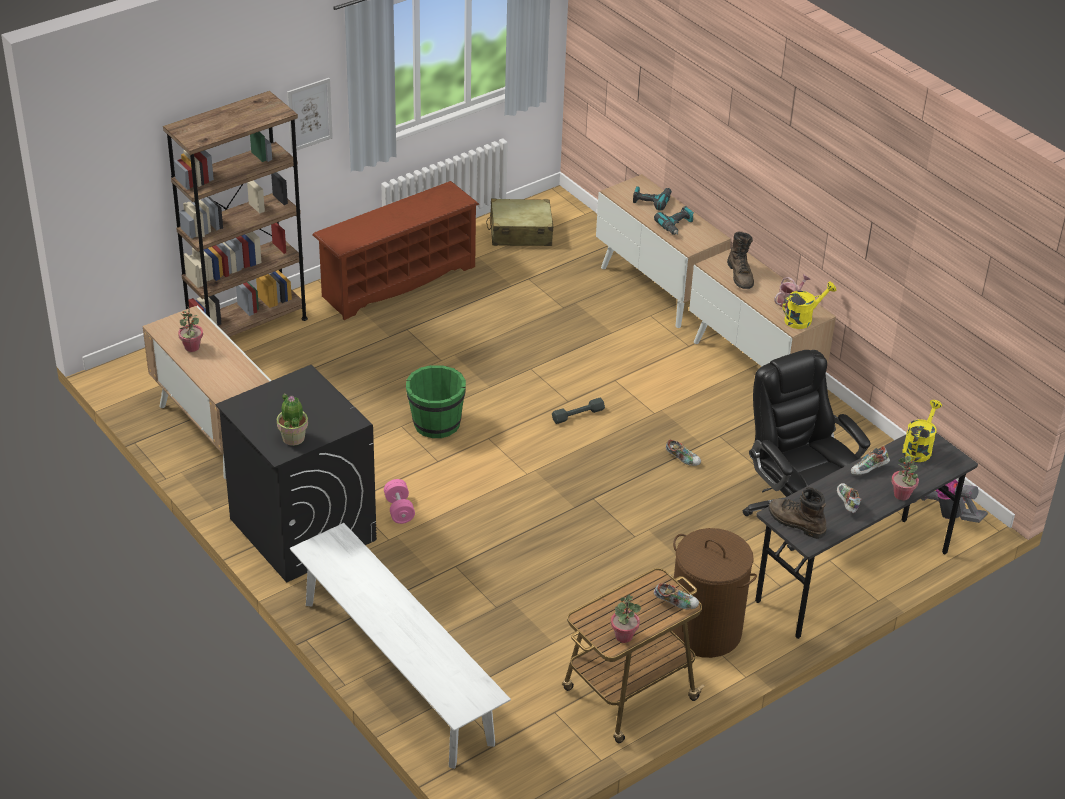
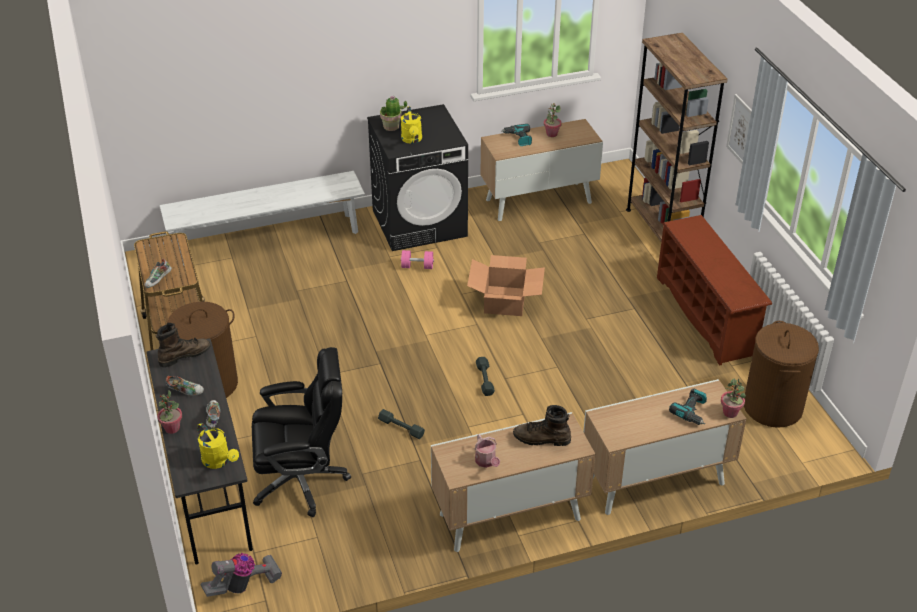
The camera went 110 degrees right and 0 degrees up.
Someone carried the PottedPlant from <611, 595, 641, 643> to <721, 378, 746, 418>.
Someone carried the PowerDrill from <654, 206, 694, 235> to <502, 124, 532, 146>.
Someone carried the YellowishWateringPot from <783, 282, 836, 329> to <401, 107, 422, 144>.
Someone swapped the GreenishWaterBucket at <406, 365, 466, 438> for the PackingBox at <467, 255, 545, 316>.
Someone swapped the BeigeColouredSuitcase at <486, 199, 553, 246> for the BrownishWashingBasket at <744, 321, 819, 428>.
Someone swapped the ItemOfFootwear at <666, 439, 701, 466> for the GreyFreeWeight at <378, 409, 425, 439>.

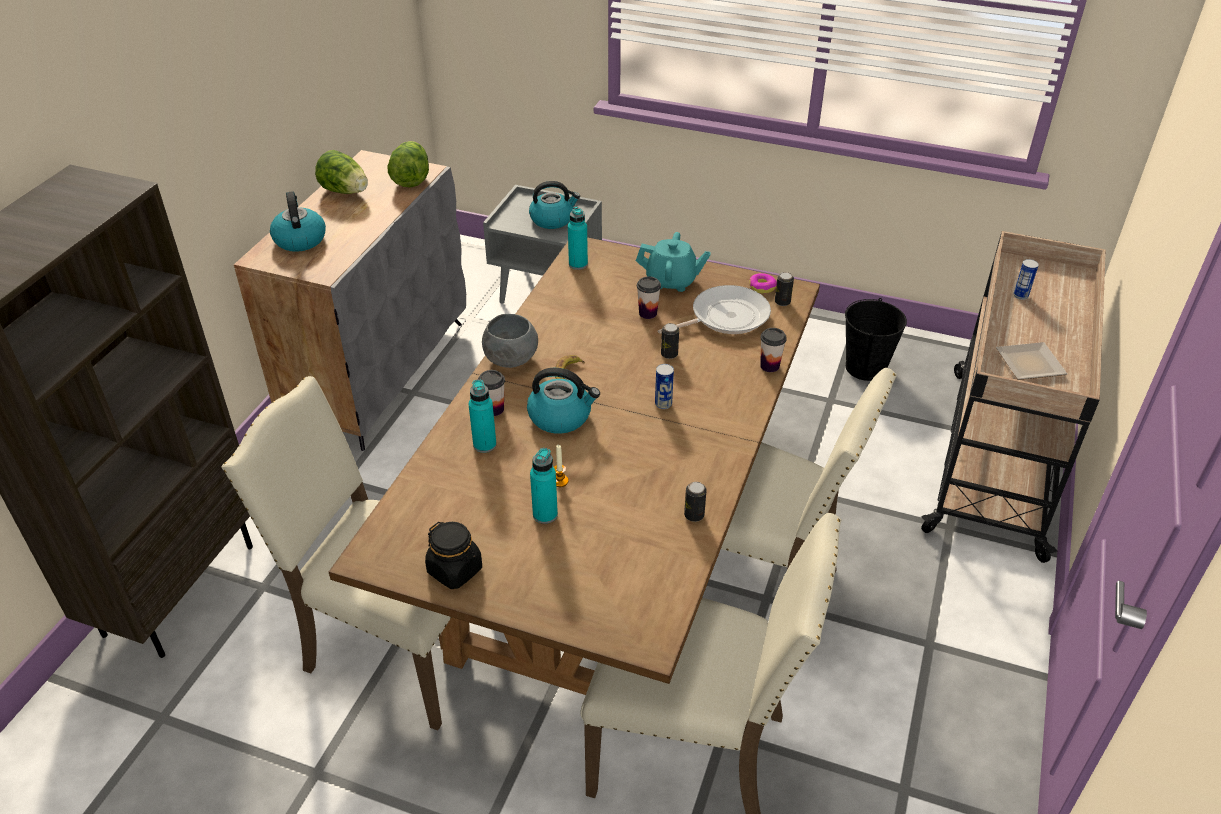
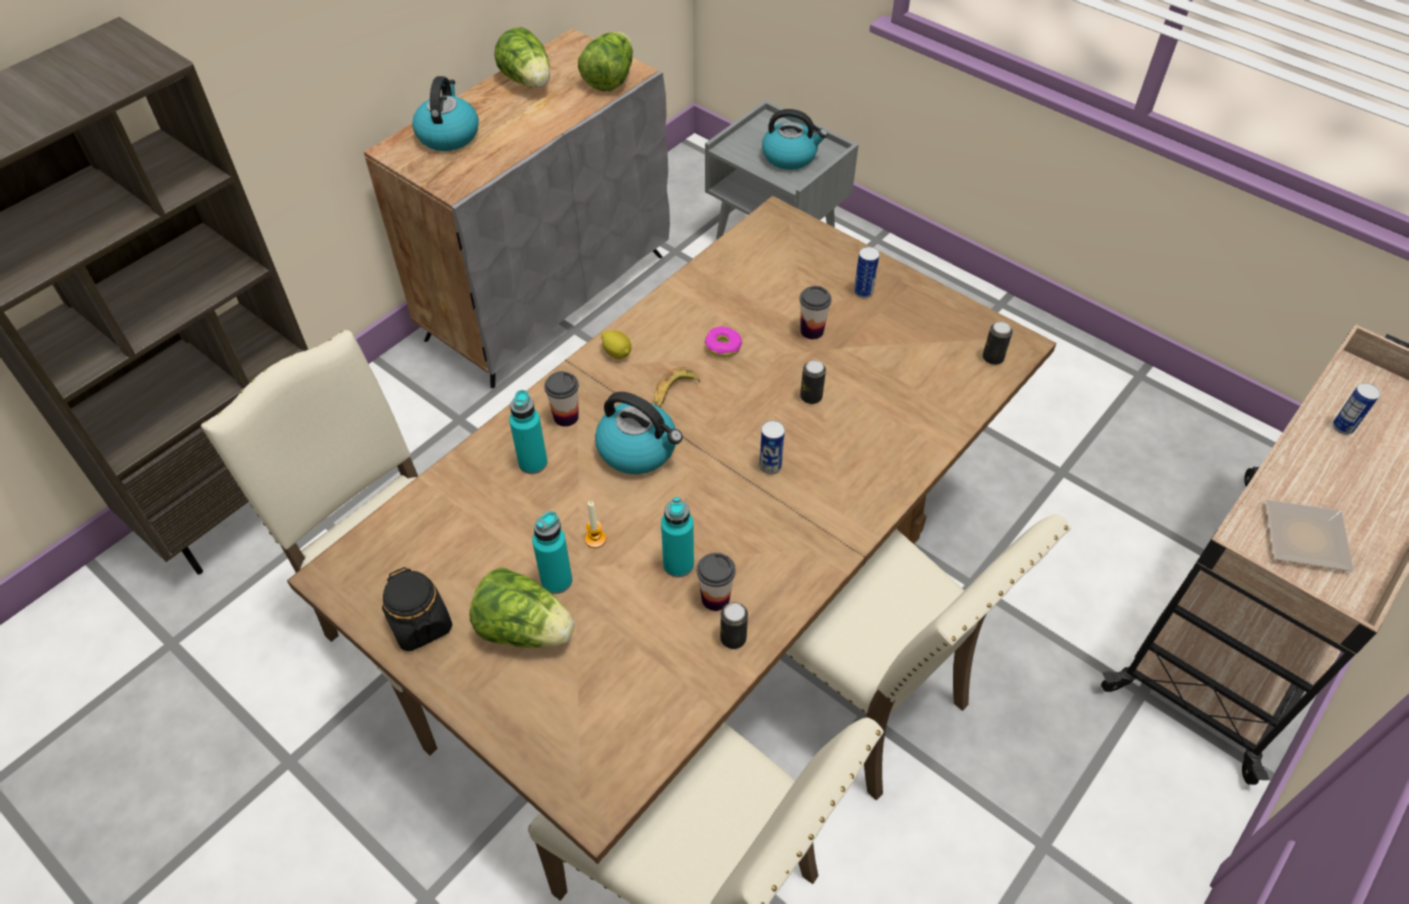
The camera went 20 degrees right and 10 degrees up.
Someone took away the FryingPan at <658, 285, 771, 334>.
Someone took away the BlackWaterBucket at <845, 298, 907, 381>.
Someone put down the LettuceHead at <469, 567, 574, 648>.
Someone carried the BlueGreenBeverageBottle from <568, 207, 588, 270> to <661, 497, 694, 578>.
Someone carried the Doughnut from <749, 273, 777, 294> to <705, 326, 742, 358>.
Someone carried the Cup from <760, 328, 787, 372> to <697, 553, 736, 611>.
Someone swapped the GreyDeepDish at <482, 314, 538, 368> for the CitrusFruit at <601, 330, 632, 359>.
Someone swapped the BlueGreenPotForTea at <636, 232, 711, 292> for the MetalCan at <854, 247, 879, 298>.

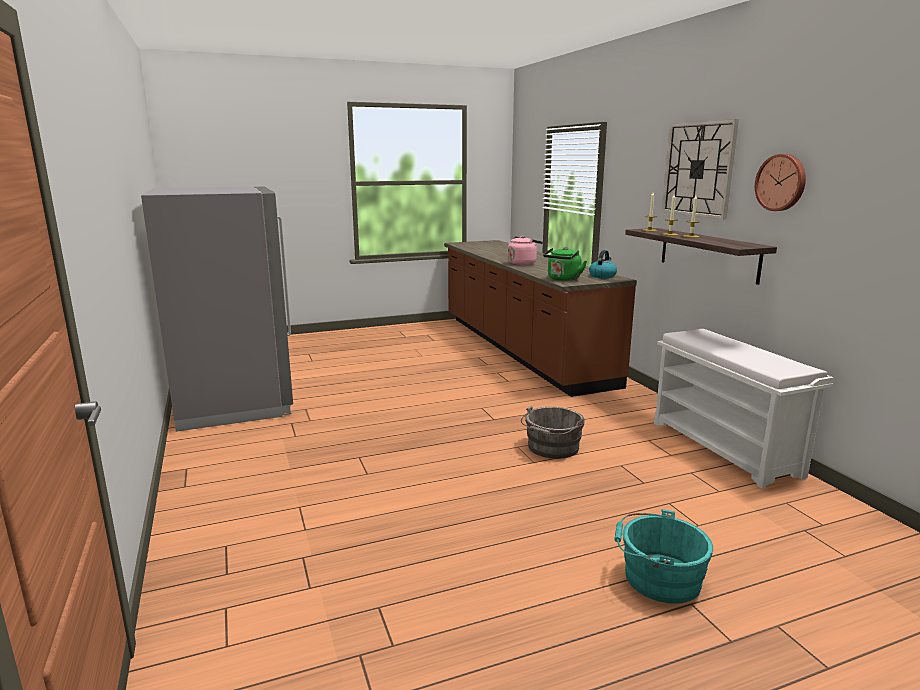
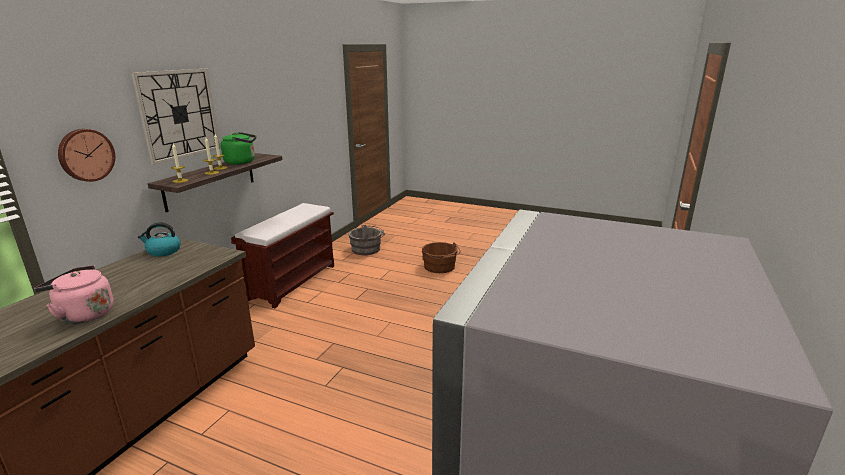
The camera went 135 degrees left and 5 degrees up.
Someone carried the GreyWaterBucket from <521, 406, 585, 459> to <348, 225, 385, 255>.
Someone carried the GreenishKettle from <543, 247, 587, 281> to <221, 132, 257, 165>.
Someone carried the WallClock from <755, 154, 806, 211> to <58, 129, 115, 182>.
Someone repainted the BlueGreenWaterBucket at <614, 509, 713, 604>, which became the BrownishWaterBucket at <422, 242, 461, 273>.
Someone repainted the WhiteColouredIndoorBench at <654, 329, 834, 489>, which became the BrownishIndoorBench at <231, 203, 334, 308>.

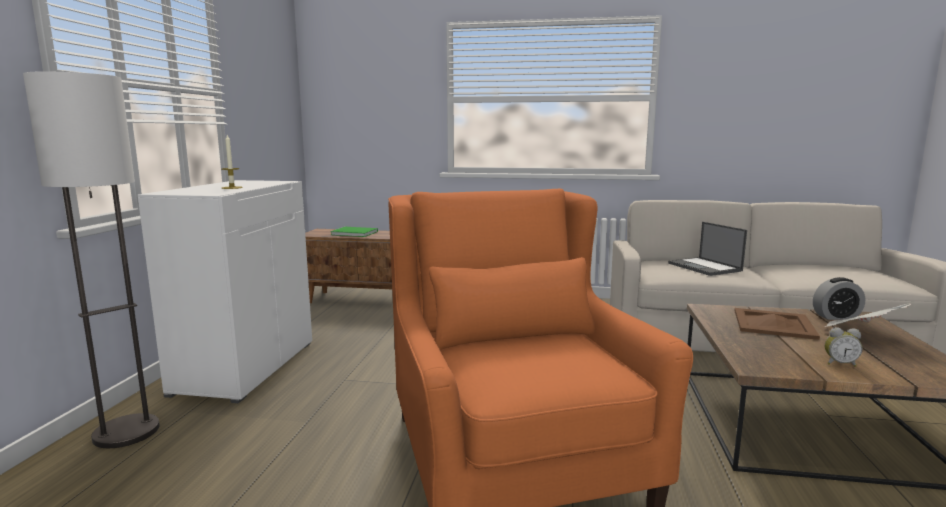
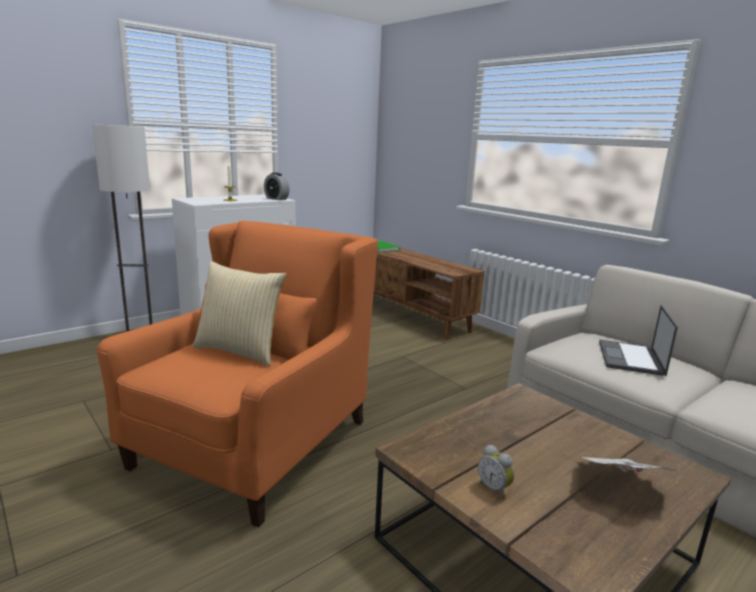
The camera went 40 degrees right and 5 degrees up.
Someone took away the BrownishServingTray at <734, 308, 820, 340>.
Someone put down the ThrowPillow at <193, 261, 287, 366>.
Someone carried the TableClock from <813, 277, 865, 320> to <264, 173, 289, 200>.

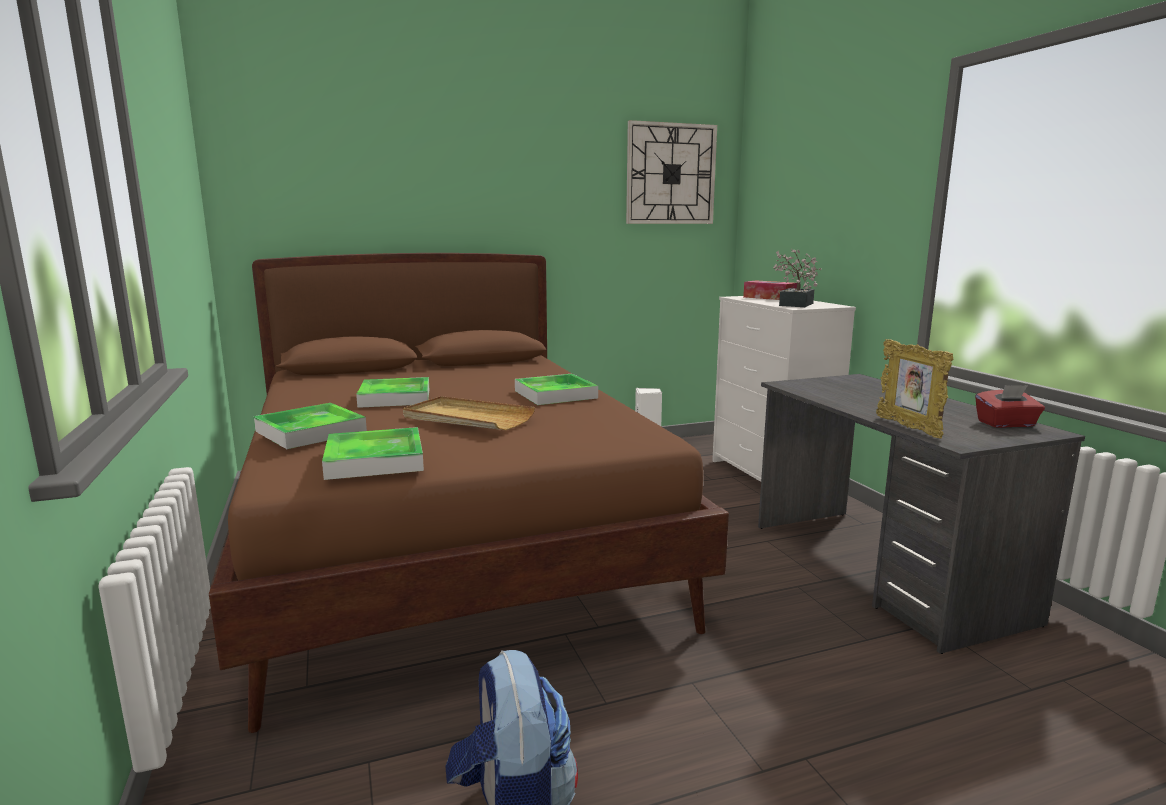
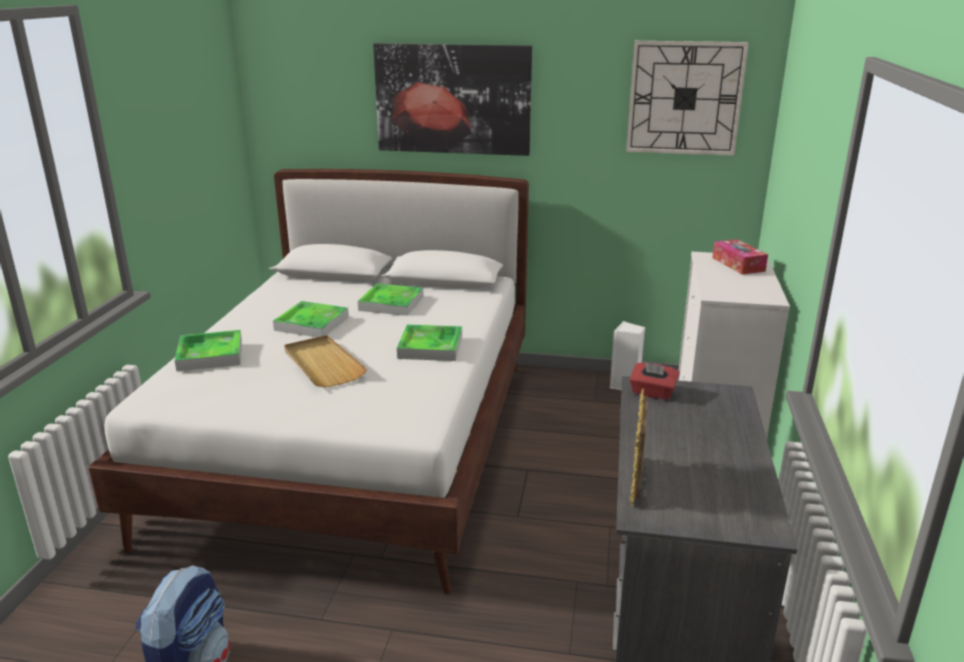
The camera went 30 degrees right and 10 degrees up.
Someone took away the PottedPlant at <773, 249, 821, 307>.
Someone put up the WallPicture at <373, 43, 532, 156>.
Someone carried the ServingTray from <322, 427, 424, 480> to <358, 283, 423, 316>.
Someone carried the ReddishTissueHolder from <975, 385, 1045, 428> to <629, 362, 680, 401>.
Someone repainted the BrownishBedroomBed at <209, 253, 729, 733>, which became the WhiteColouredBedroomBed at <88, 169, 529, 594>.

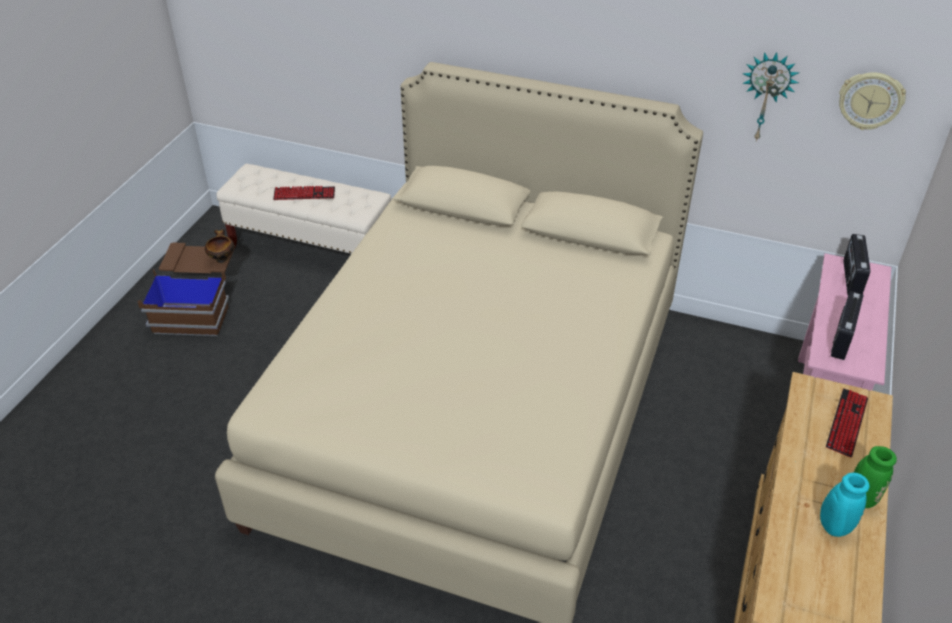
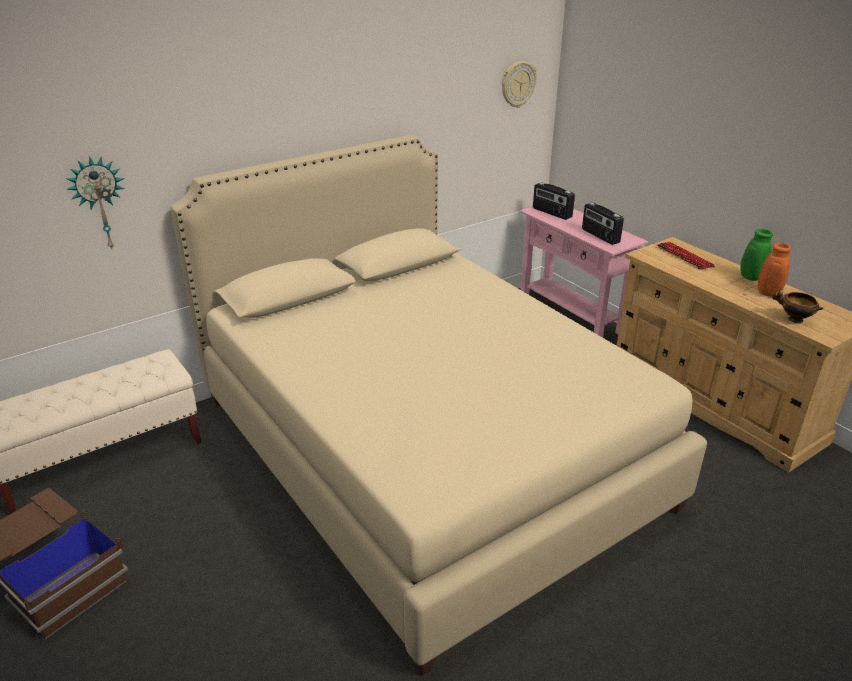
The camera went 55 degrees left and 10 degrees down.
Someone took away the PcKeyboard at <273, 186, 335, 200>.
Someone carried the DeepDish from <205, 229, 234, 263> to <772, 288, 823, 323>.
Someone carried the WallClock from <742, 52, 800, 141> to <66, 156, 125, 251>.
Someone repainted the BlueGreenFlowerVase at <795, 461, 869, 537>, which became the OrangeFlowerVase at <756, 243, 791, 297>.

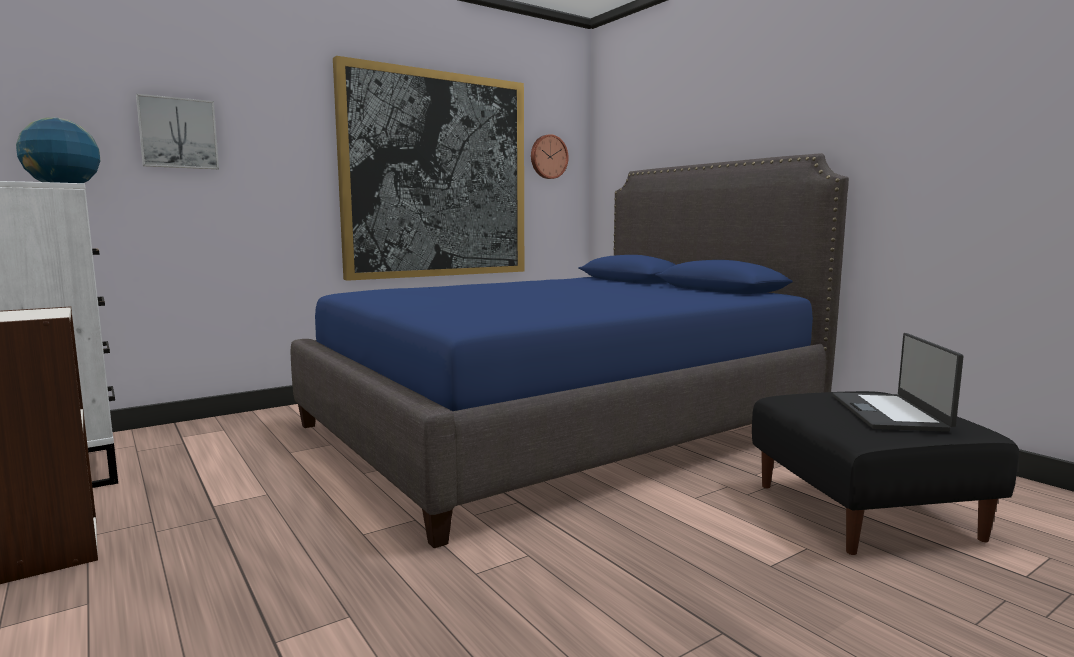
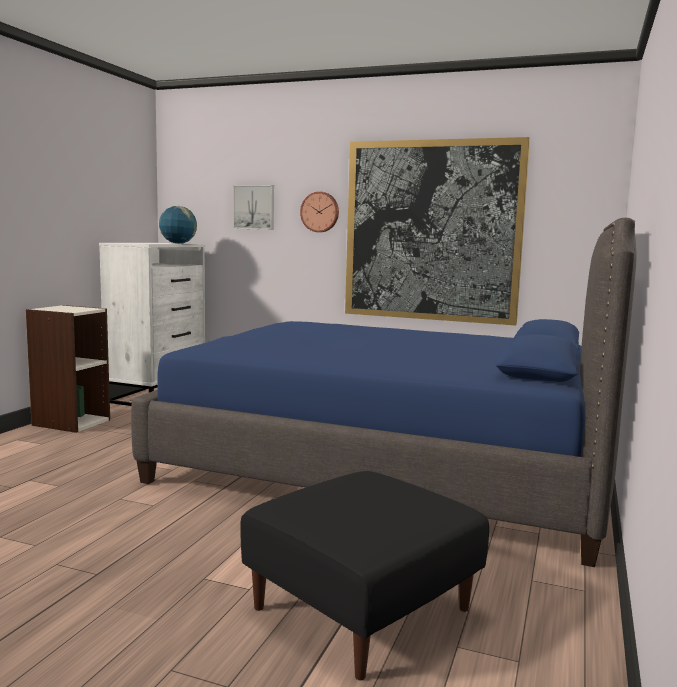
The camera went 55 degrees right and 0 degrees up.
Someone took away the NotebookComputer at <833, 333, 964, 432>.
Someone carried the WallClock from <531, 134, 569, 179> to <300, 191, 339, 232>.

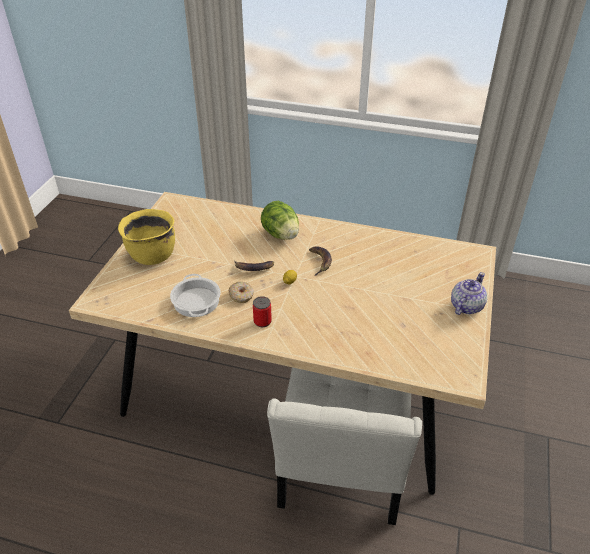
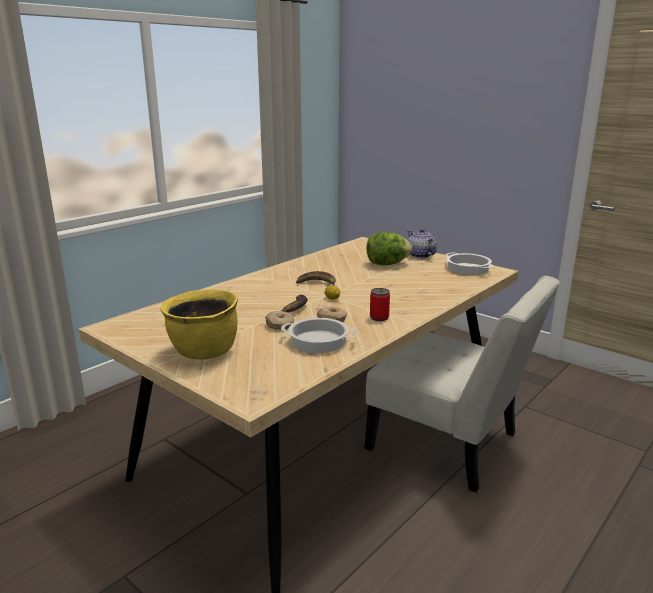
The camera went 65 degrees left and 20 degrees down.
Someone put down the Doughnut at <265, 311, 294, 330>.
Someone put down the CookingPot at <445, 252, 494, 275>.
Someone carried the LettuceHead from <261, 201, 299, 240> to <367, 232, 412, 265>.

